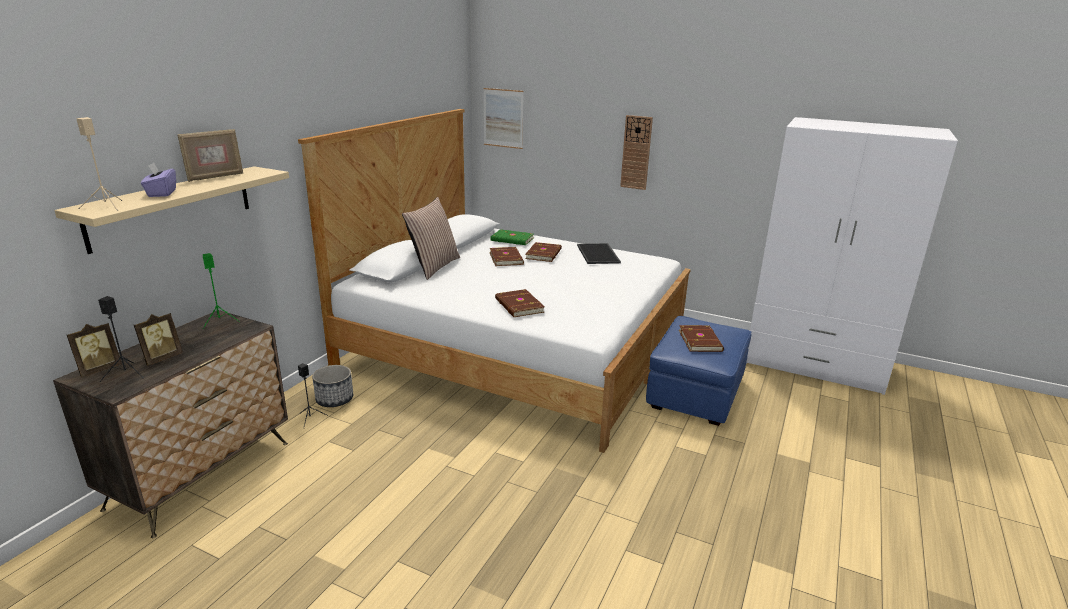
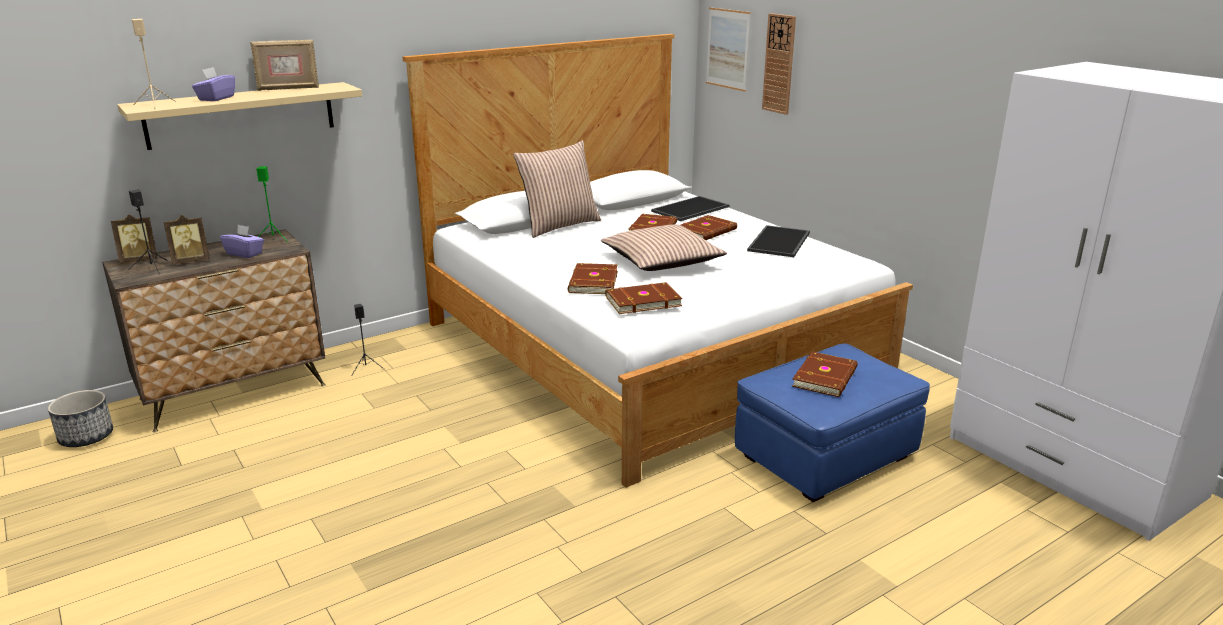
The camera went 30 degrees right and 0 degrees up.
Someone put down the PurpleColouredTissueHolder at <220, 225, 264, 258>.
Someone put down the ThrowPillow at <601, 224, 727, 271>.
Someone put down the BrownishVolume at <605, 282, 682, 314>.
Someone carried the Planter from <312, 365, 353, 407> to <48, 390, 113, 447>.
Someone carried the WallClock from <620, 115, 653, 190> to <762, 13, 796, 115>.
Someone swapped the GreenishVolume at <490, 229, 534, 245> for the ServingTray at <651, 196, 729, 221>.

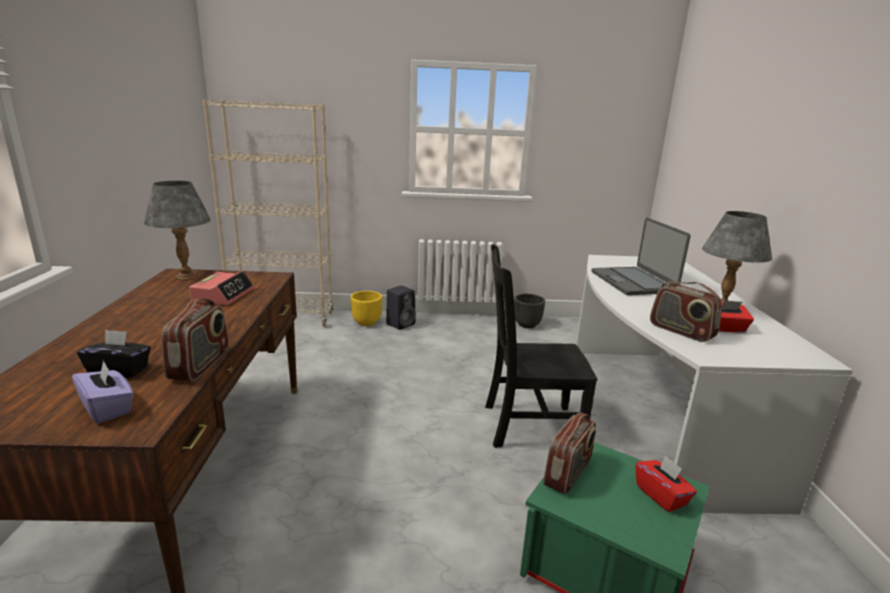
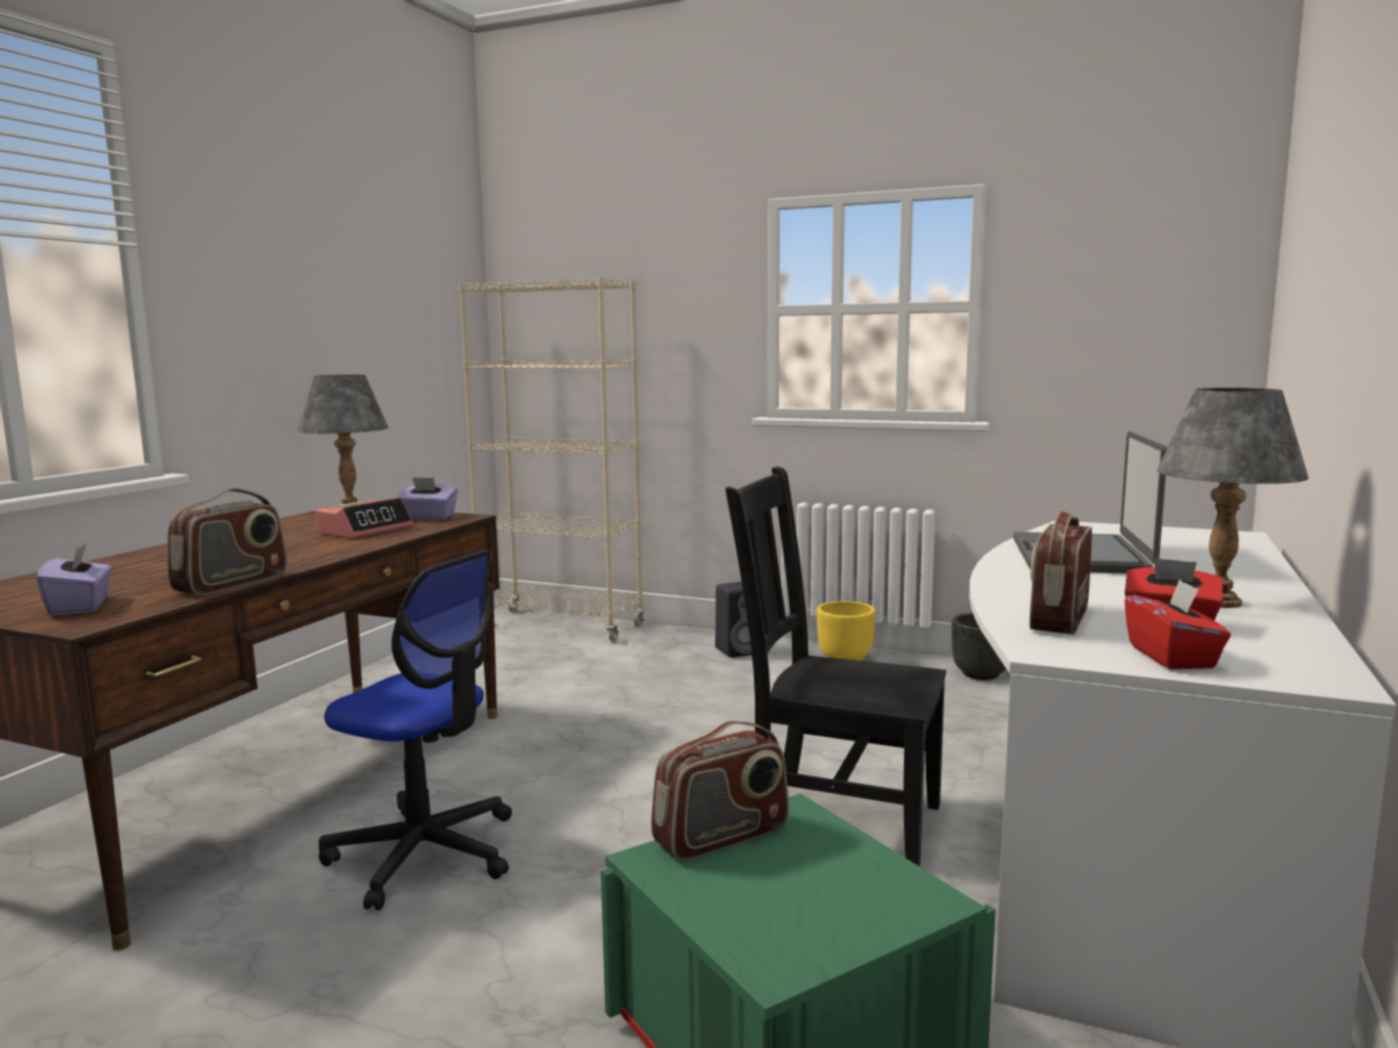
The camera went 25 degrees right and 10 degrees down.
Someone took away the BlackTissueHolder at <77, 329, 151, 378>.
Someone put down the OfficeChair at <319, 549, 512, 910>.
Someone put down the PurpleColouredTissueHolder at <396, 477, 458, 520>.
Someone carried the YellowishPlanter from <350, 291, 382, 326> to <817, 601, 875, 661>.
Someone carried the ReddishTissueHolder from <636, 455, 697, 512> to <1125, 579, 1231, 669>.
Someone rotated the RadioSet at <650, 281, 722, 342> by 45 degrees clockwise.

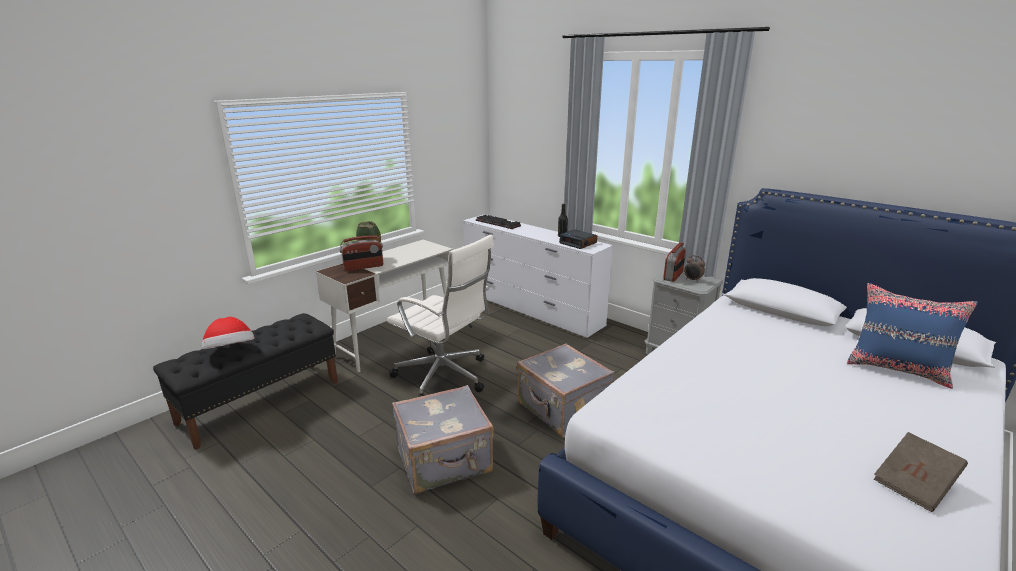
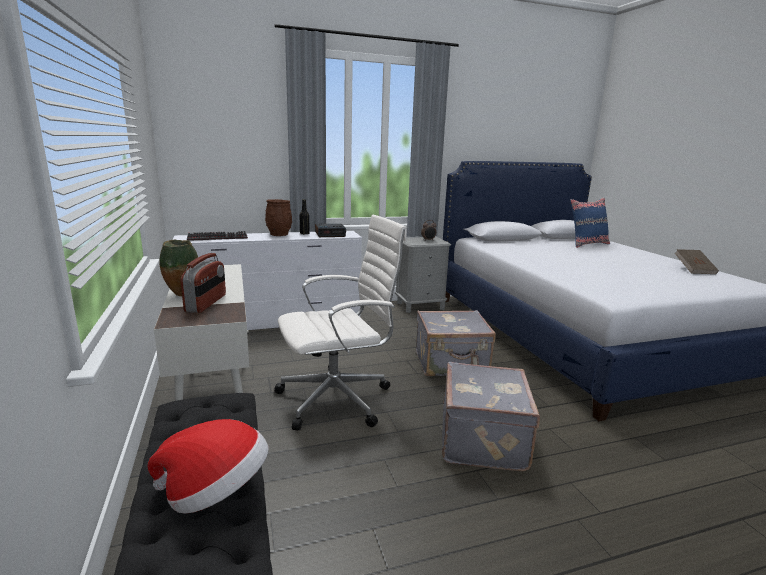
The camera went 60 degrees left and 5 degrees down.
Someone took away the RadioSet at <663, 243, 687, 282>.
Someone put down the BrownishFlowerVase at <265, 199, 292, 236>.

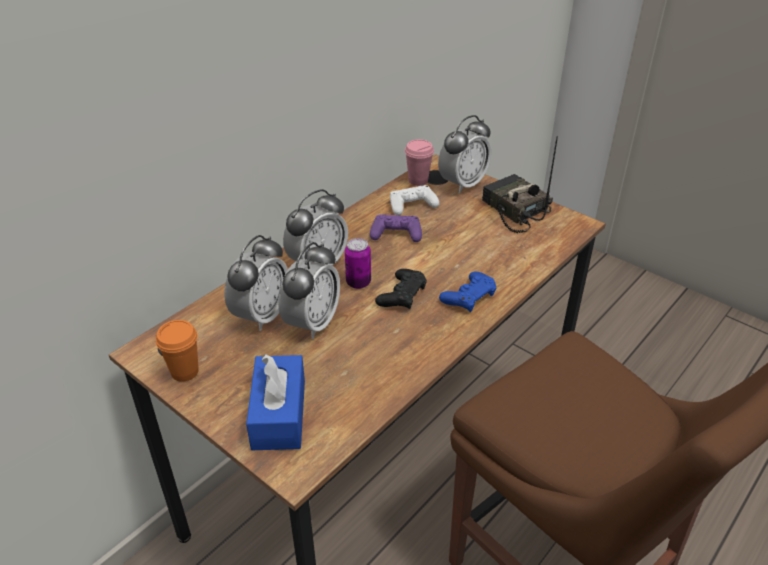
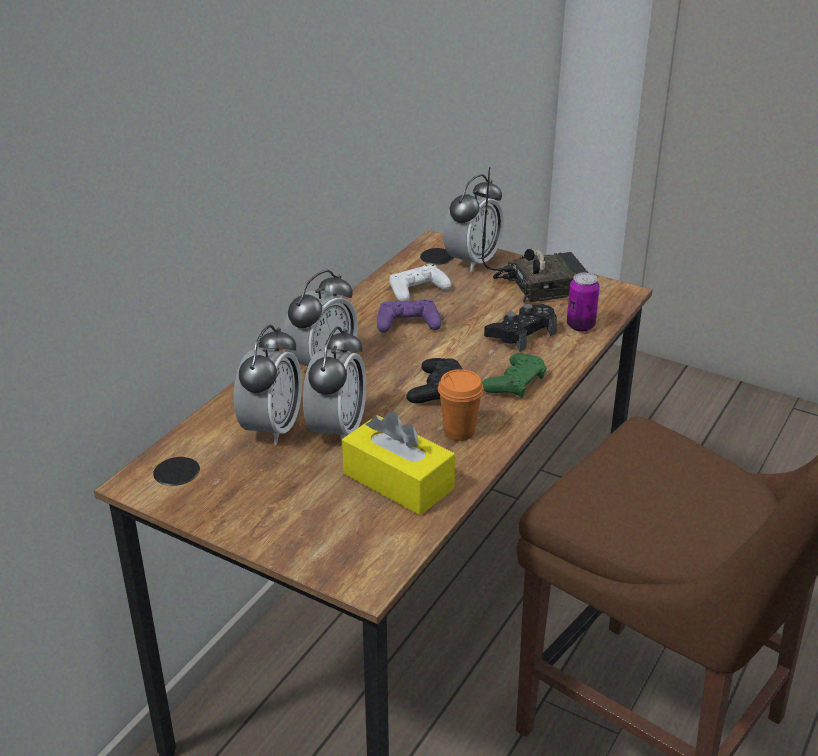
The camera went 10 degrees left and 5 degrees down.
Someone took away the BluishTissueHolder at <246, 354, 305, 450>.
Someone took away the PinkColouredCup at <405, 139, 434, 186>.
Someone put down the YellowishTissueHolder at <342, 412, 455, 515>.
Someone put down the BlackGameController at <484, 304, 557, 352>.
Someone carried the OrangeCup from <156, 320, 199, 382> to <438, 369, 484, 441>.
Someone carried the MetalCan from <345, 238, 371, 289> to <567, 272, 600, 332>.
Someone repainted the BluishGameController at <439, 272, 496, 312>, which became the GreenishGameController at <482, 353, 546, 398>.
Someone rotated the RadioSet at <482, 136, 558, 233> by 120 degrees clockwise.

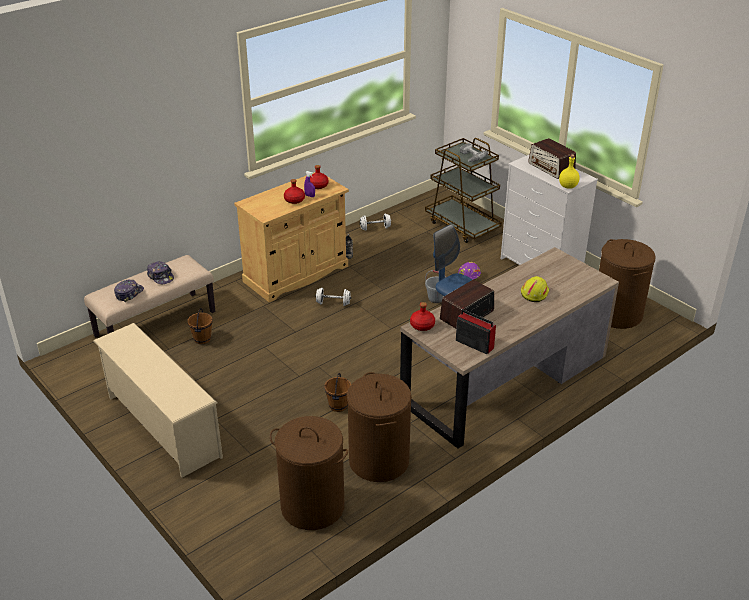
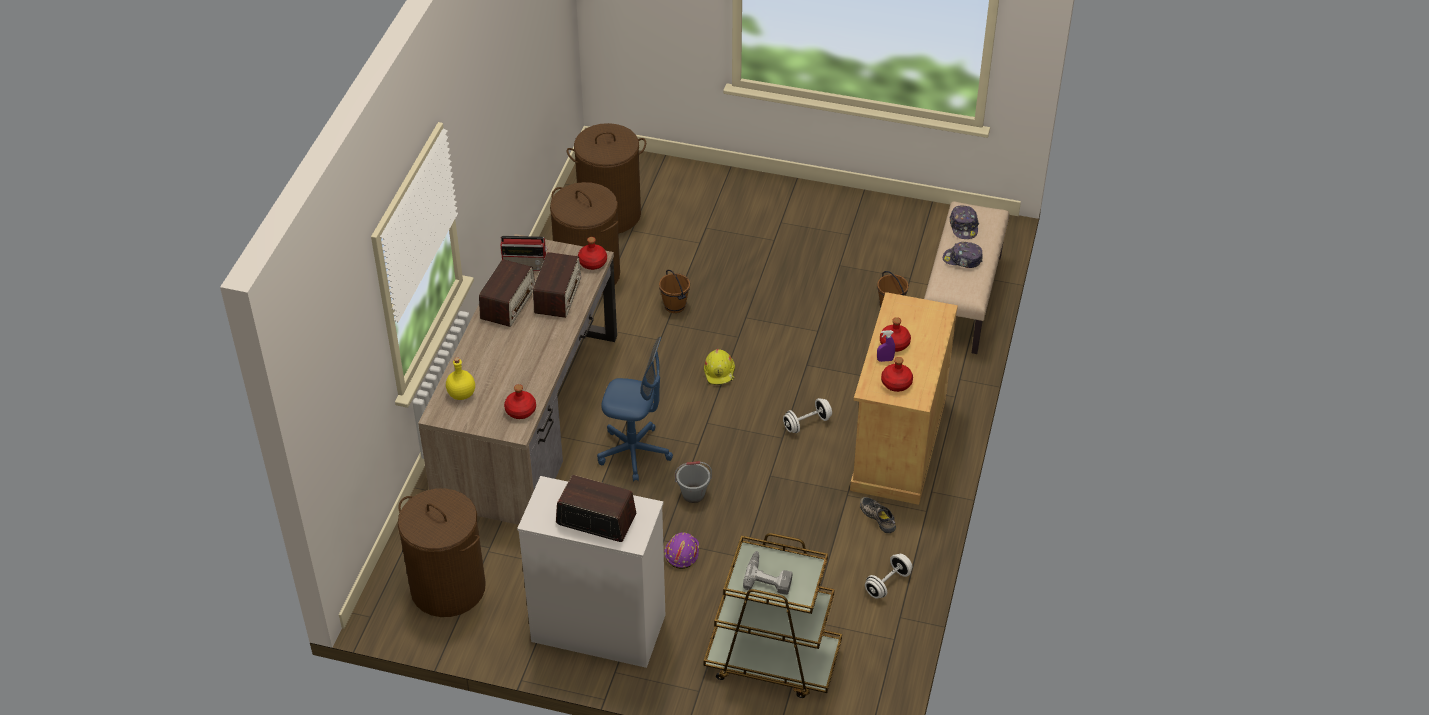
The camera went 145 degrees right and 10 degrees up.
Someone took away the BeigeColouredShoeShelf at <93, 323, 223, 478>.
Someone put down the RadioSet at <479, 259, 535, 327>.
Someone put down the ReddishBeverageBottle at <504, 384, 536, 419>.
Someone carried the YellowishWorkHelmet from <521, 276, 549, 302> to <704, 349, 735, 385>.
Someone carried the YellowishBeverageBottle from <559, 154, 580, 189> to <446, 357, 475, 400>.

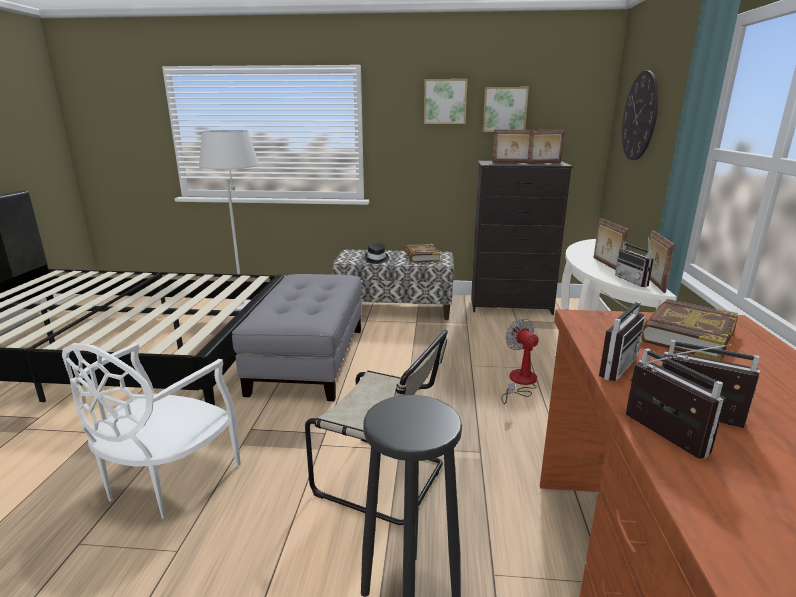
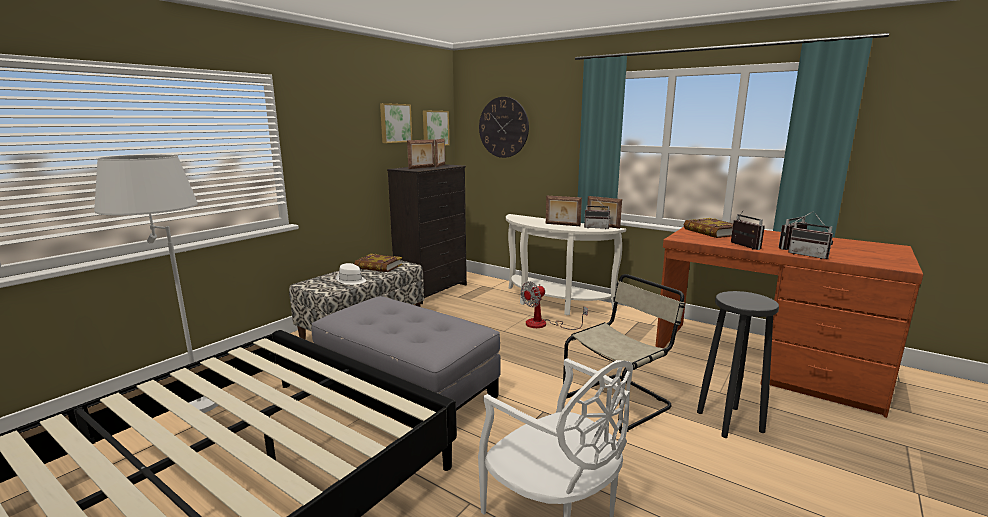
The camera went 60 degrees left and 5 degrees down.
Someone carried the WallPicture from <424, 79, 467, 124> to <423, 111, 449, 146>.
Someone repainted the BlackWearableHat at <364, 243, 389, 264>, which became the WhiteColouredWearableHat at <336, 263, 366, 285>.
Someone rotated the ElectricFan at <501, 318, 539, 404> by 45 degrees counterclockwise.
Someone rotated the RadioSet at <626, 348, 726, 459> by 135 degrees counterclockwise.

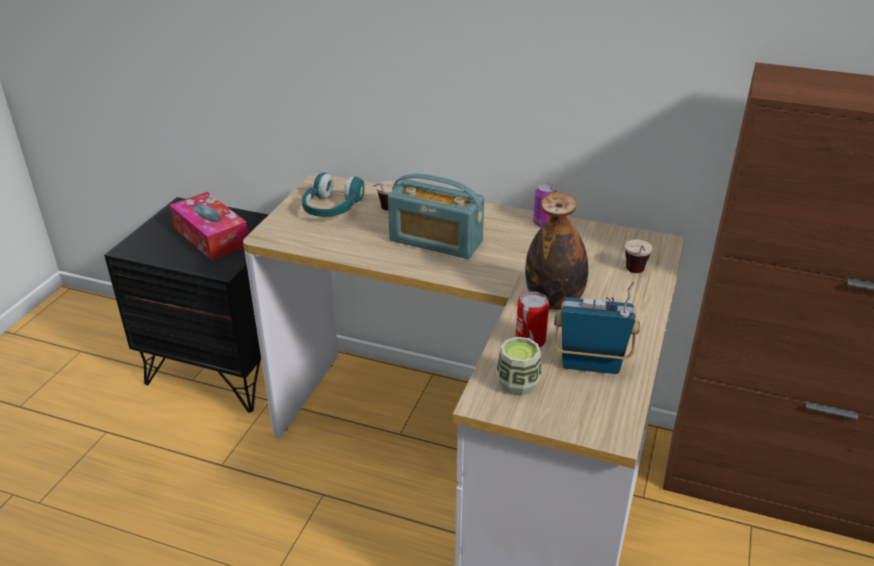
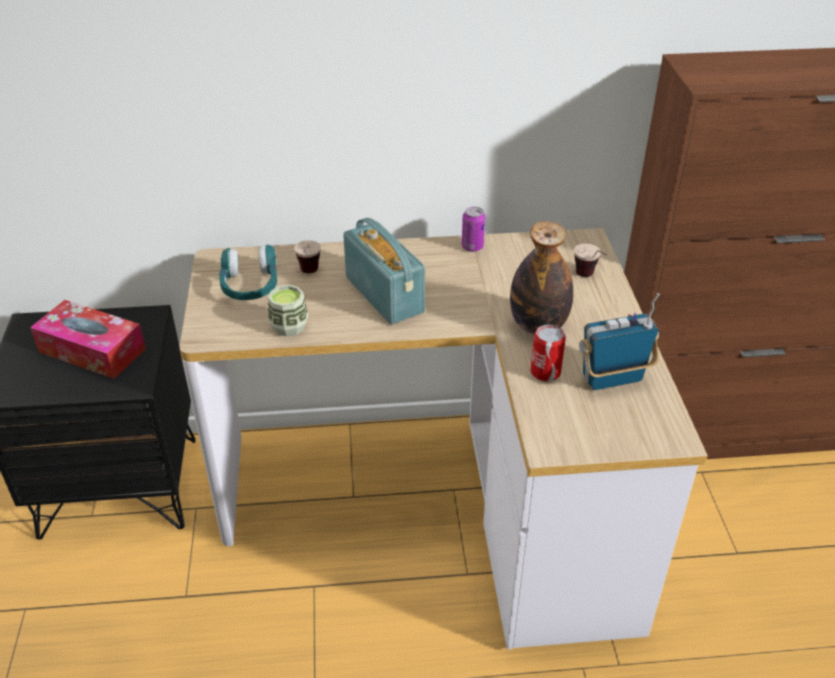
The camera went 25 degrees left and 5 degrees up.
Someone carried the Cup from <496, 337, 542, 396> to <268, 285, 308, 336>.
Someone rotated the RadioSet at <388, 174, 484, 259> by 120 degrees counterclockwise.

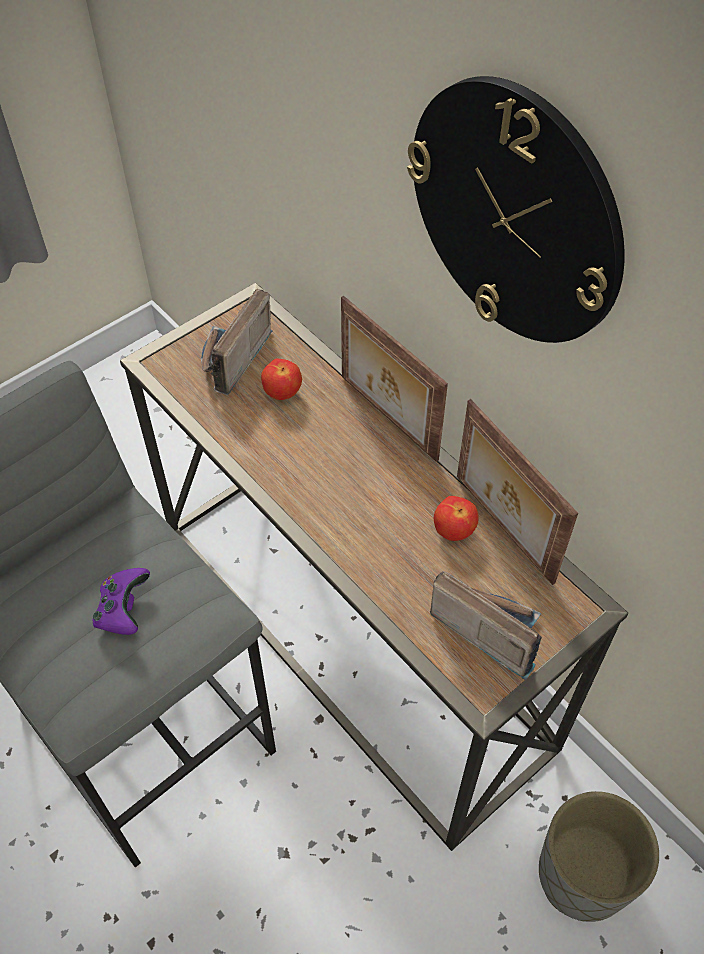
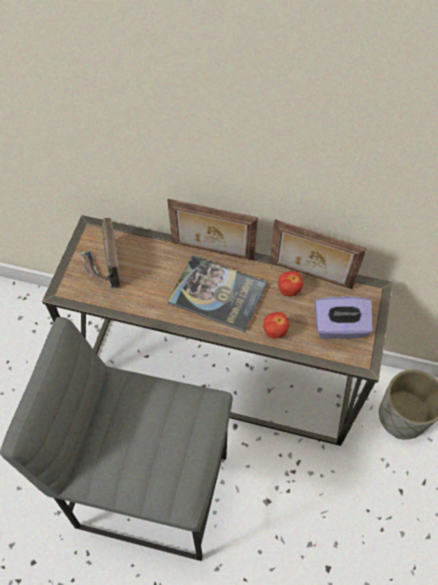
The camera went 35 degrees left and 5 degrees up.
Someone took away the PurpleColouredGameController at <93, 568, 150, 635>.
Someone took away the WallClock at <407, 76, 625, 343>.
Someone put down the Volume at <168, 255, 267, 332>.
Someone carried the AppleFruit from <261, 359, 302, 400> to <263, 312, 289, 338>.
Someone swapped the RadioSet at <430, 571, 542, 680> for the PurpleColouredTissueHolder at <315, 297, 373, 339>.

